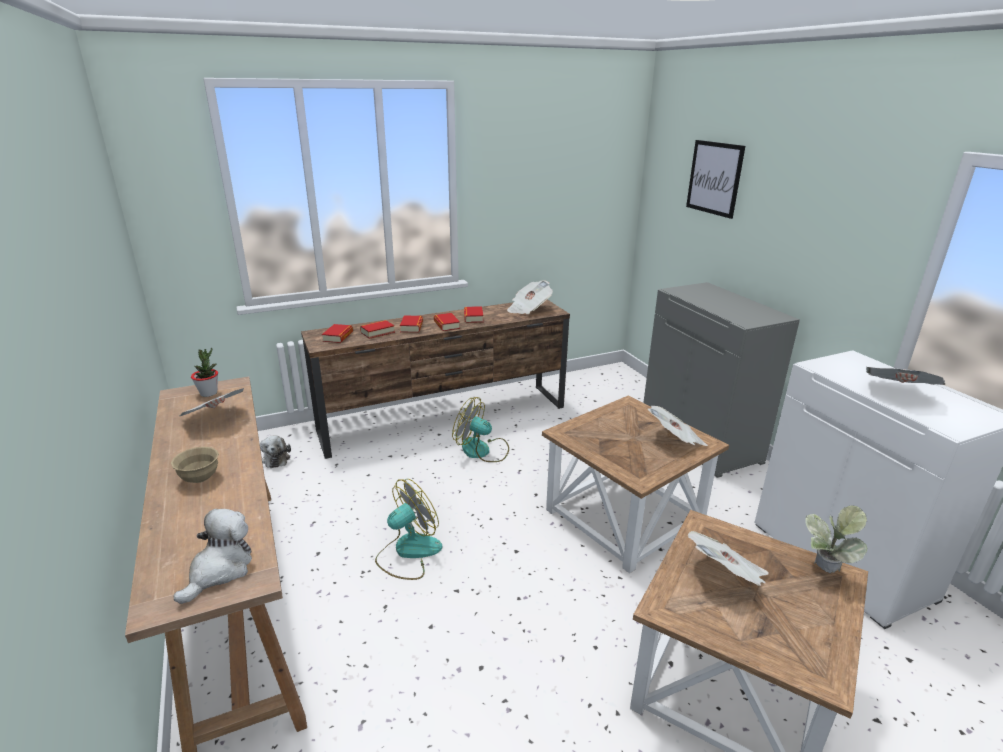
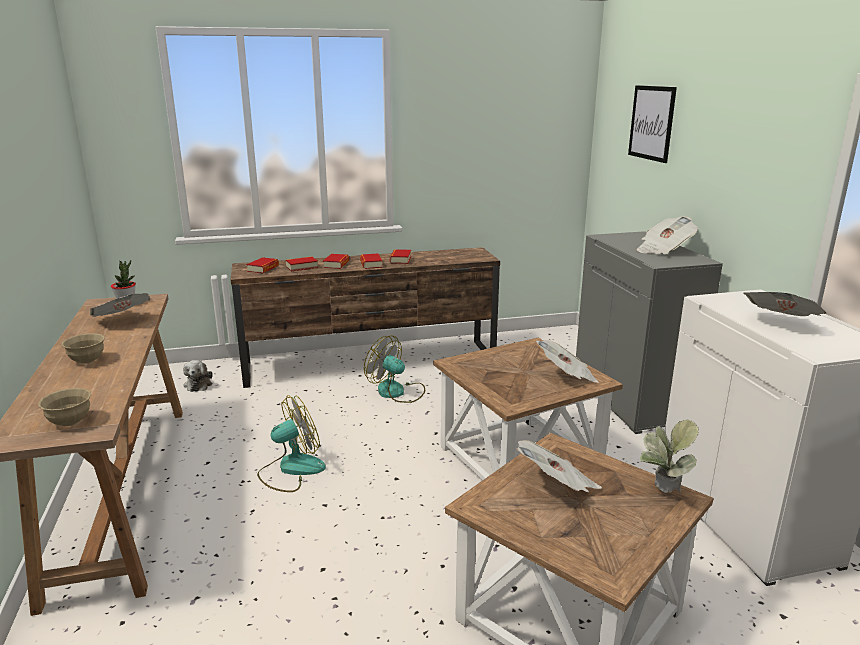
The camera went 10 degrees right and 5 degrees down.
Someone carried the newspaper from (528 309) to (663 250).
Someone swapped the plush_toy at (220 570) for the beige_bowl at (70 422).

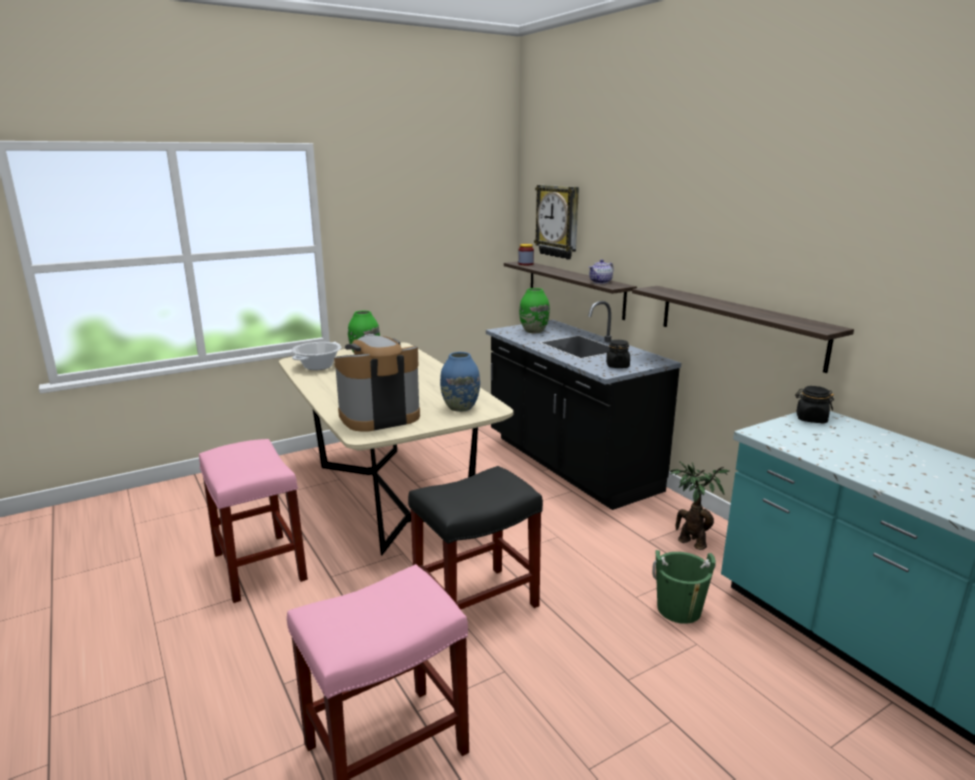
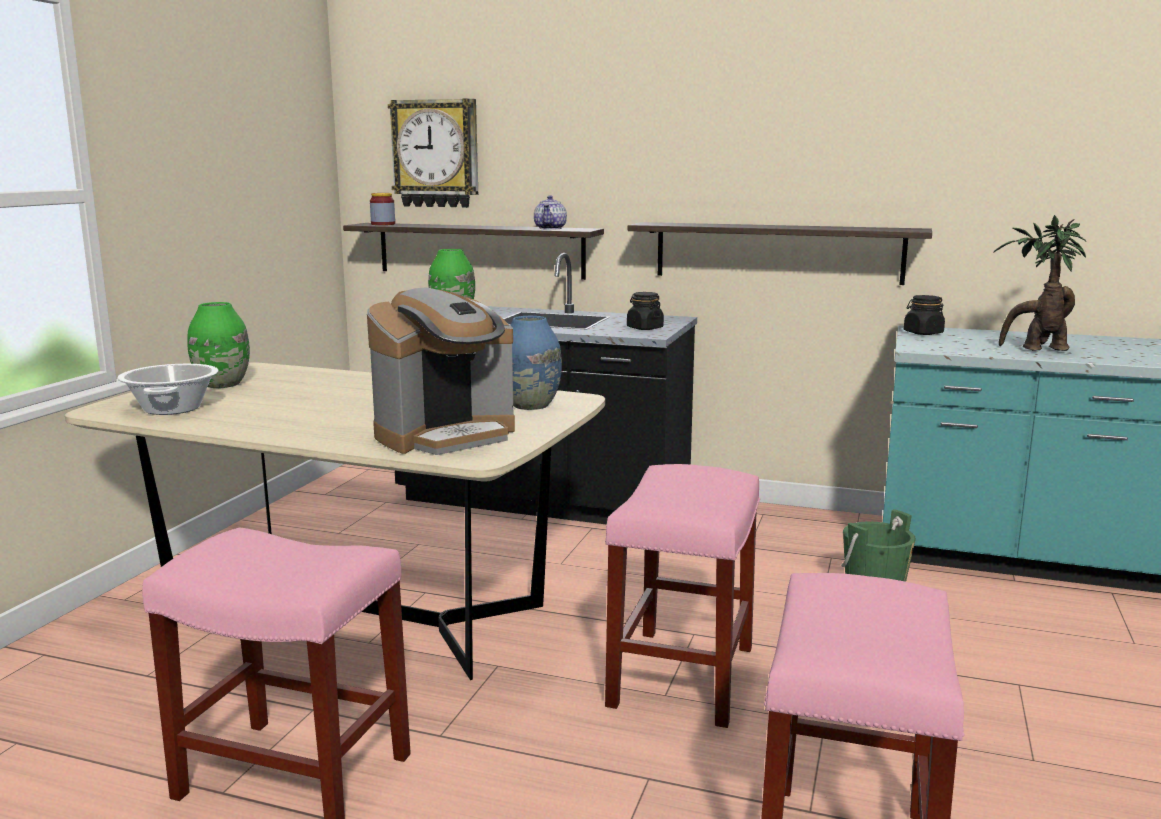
The camera went 40 degrees left and 5 degrees down.
Someone carried the potted_plant from (689 541) to (1037 349).
Someone repainted the black_stool at (475 604), which became the pink_stool at (682 677).
Someone rotated the coffee_machine at (379 416) by 150 degrees counterclockwise.

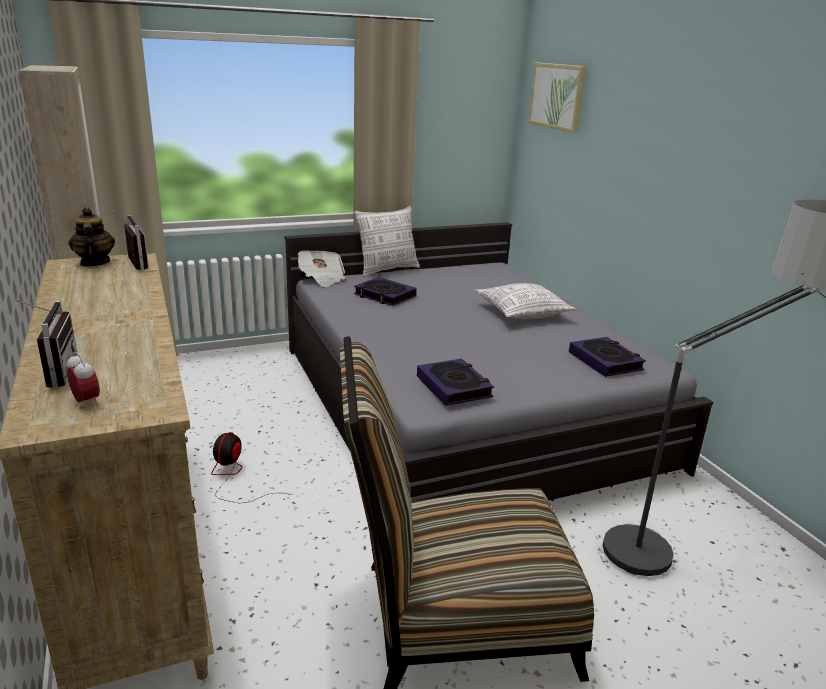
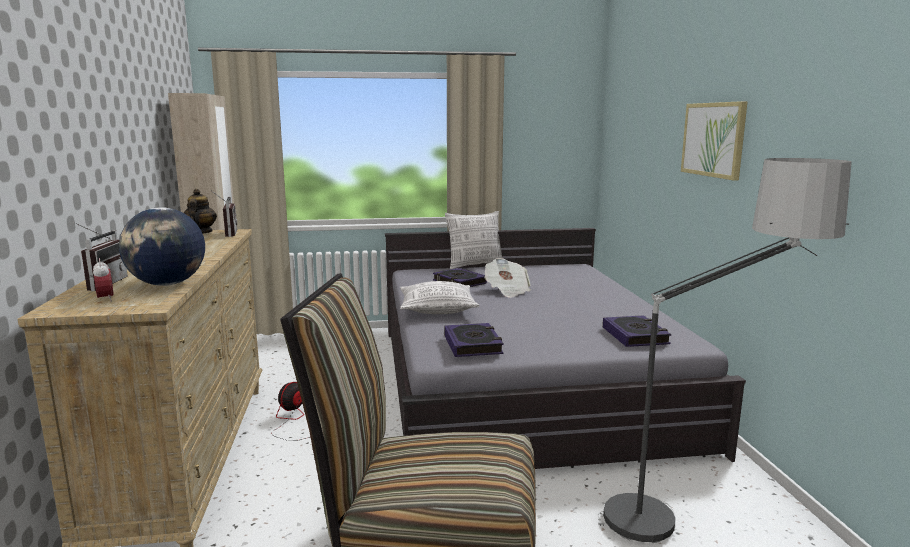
The camera went 15 degrees right and 10 degrees down.
Someone put down the globe at (168 284).
Someone carried the newspaper from (321 278) to (507 290).
Someone carried the pillow from (522 313) to (437 309).
Someone carried the picture from (557 96) to (713 139).

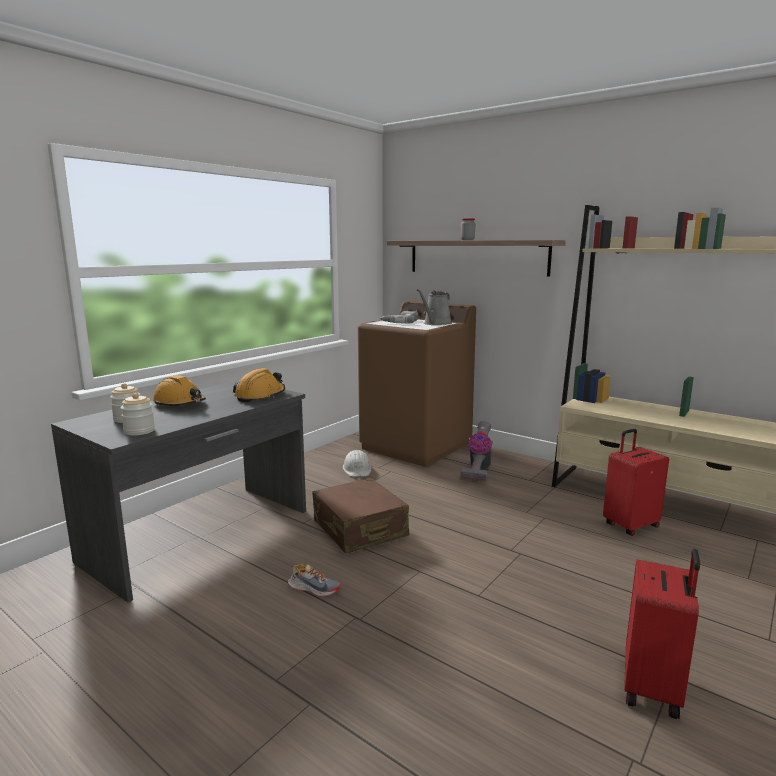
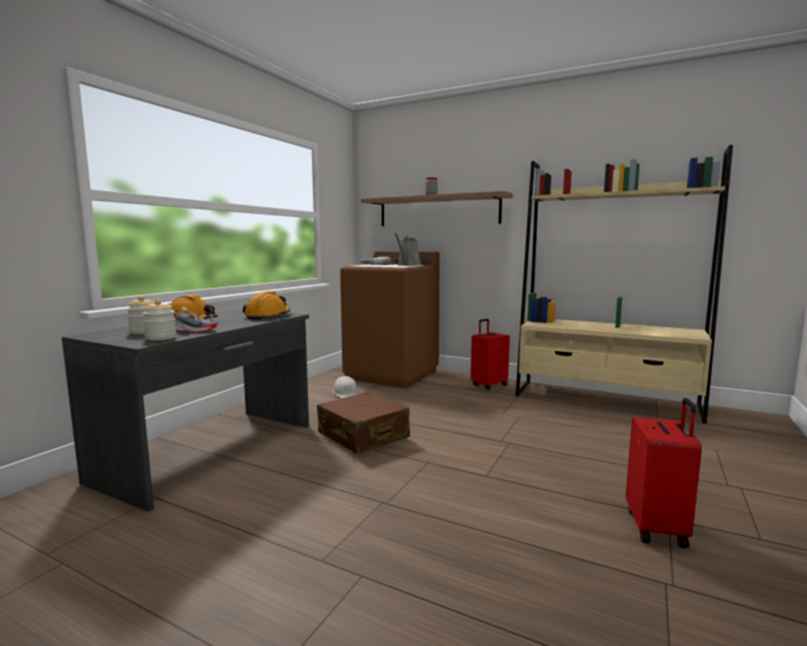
The camera went 10 degrees left and 5 degrees down.
Someone took away the vacuum_cleaner at (478 469).
Someone carried the shoe from (313 588) to (191 330).
Someone carried the red_suitcase from (630 525) to (488 385).

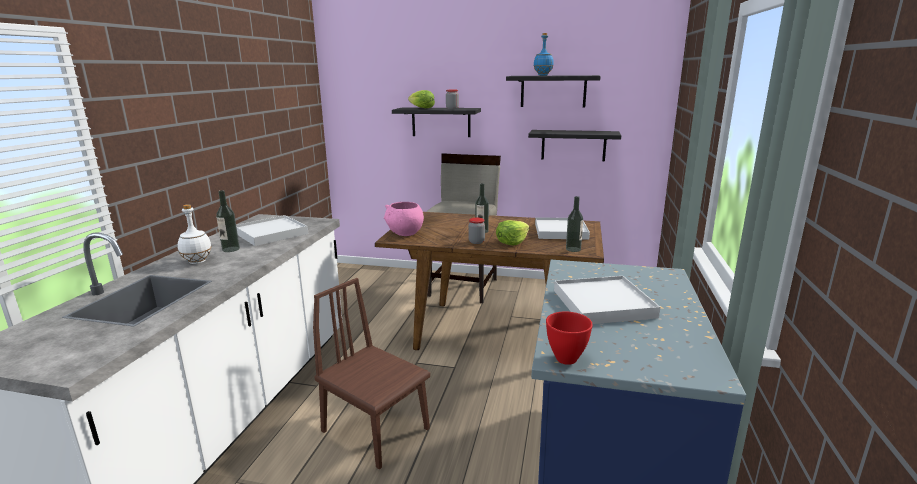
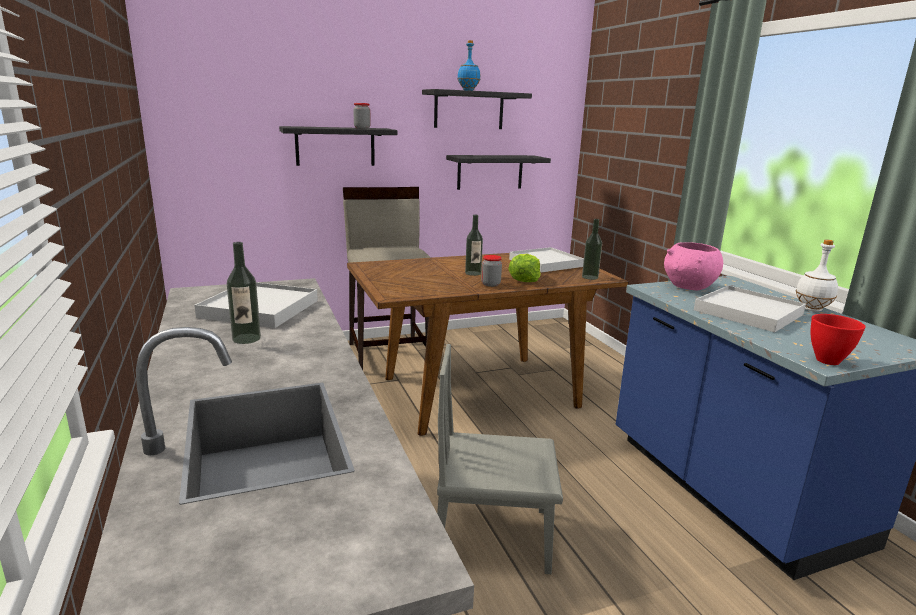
The camera went 35 degrees left and 0 degrees up.
Someone took away the lettuce at (421 108).
Someone carried the white_bottle from (197 262) to (811 309).
Someone carried the pink_bowl from (405 233) to (689 287).
Someone repainted the brown_chair at (375 430), which became the grey_chair at (493 536).

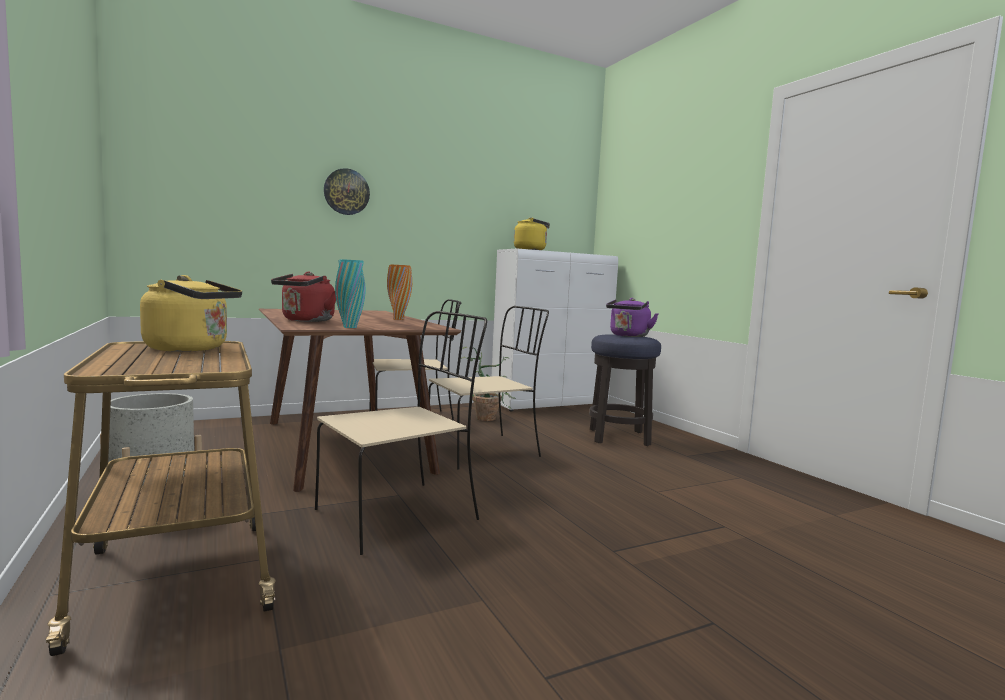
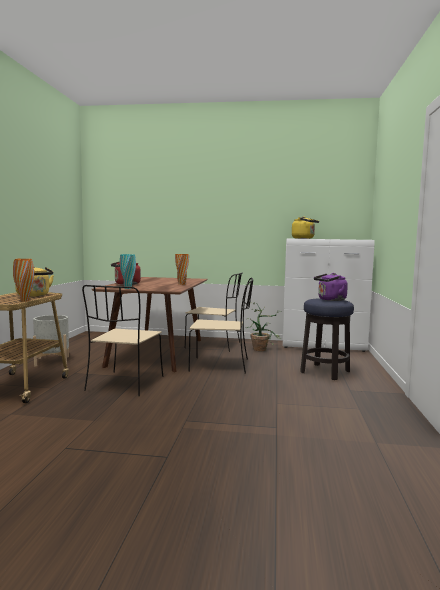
The camera went 35 degrees right and 0 degrees up.
Someone took away the wall_clock at (346 192).
Someone put down the orange_vase at (24 300).
Someone rotated the beige_chair at (400 514) by 105 degrees clockwise.

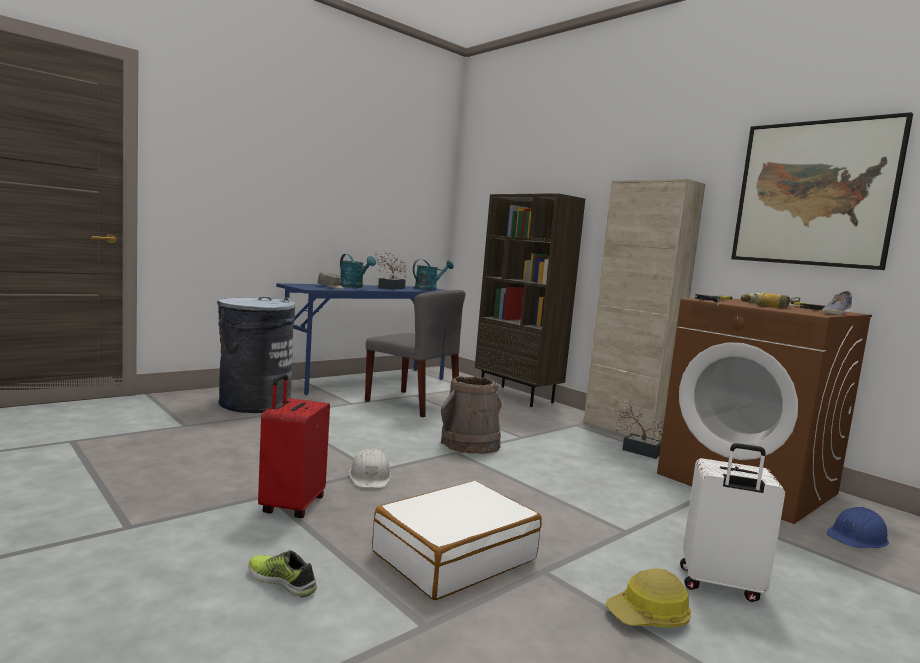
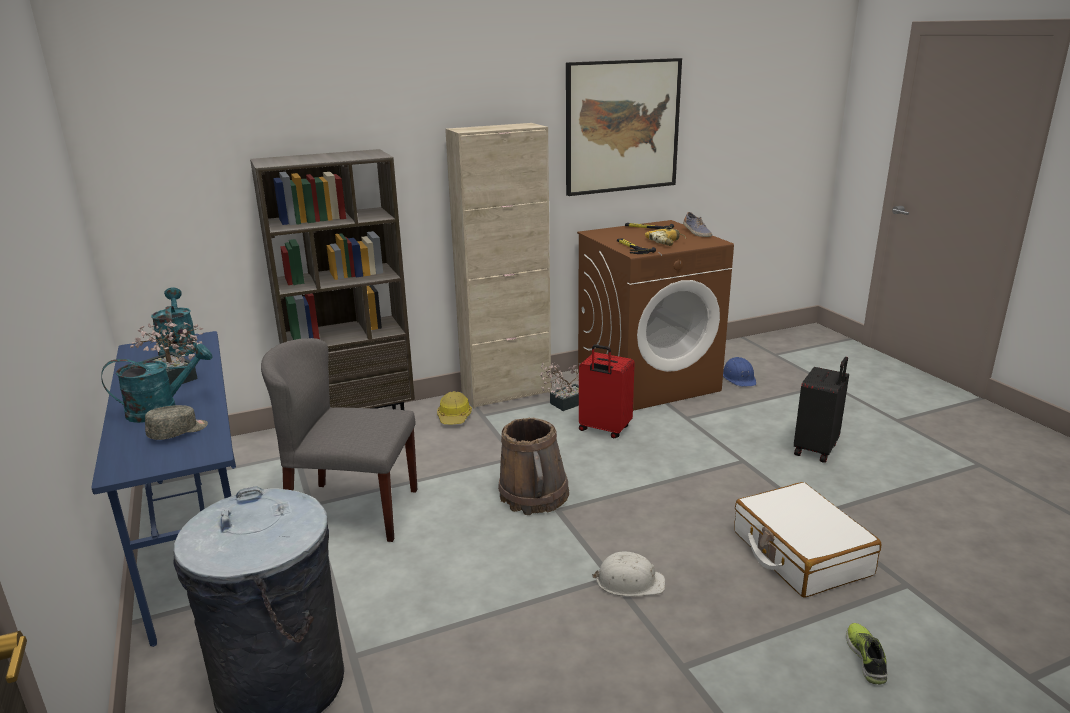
The camera went 70 degrees left and 15 degrees up.
Someone carried the red_suitcase from (291 506) to (604 429).
Someone carried the hard_hat from (649 616) to (454 417).
Someone repainted the white_suitcase at (720 585), which became the black_suitcase at (817 450).
Someone rotated the shoe at (283 581) by 135 degrees clockwise.
Someone rotated the grey_chair at (413 403) by 135 degrees counterclockwise.

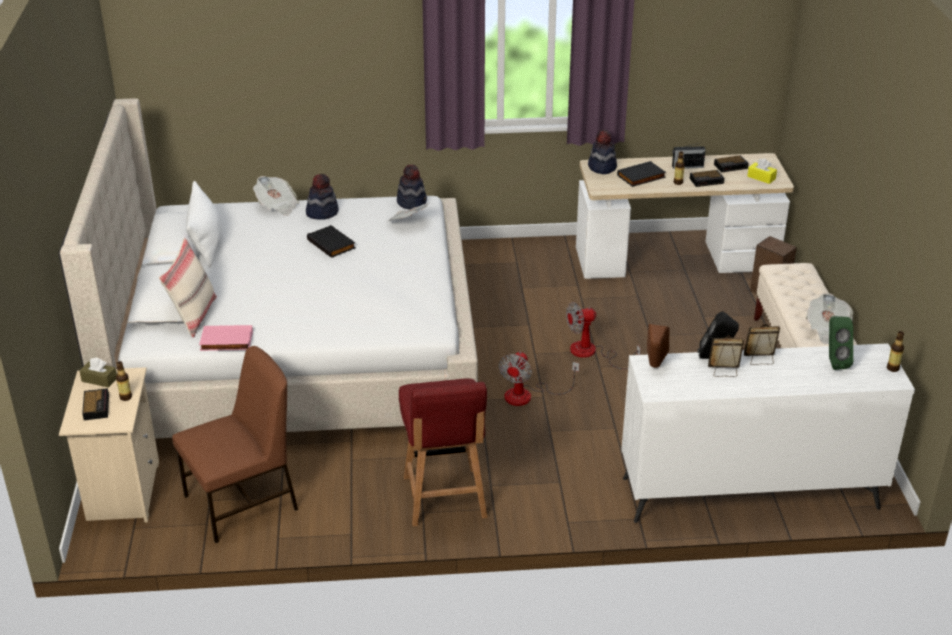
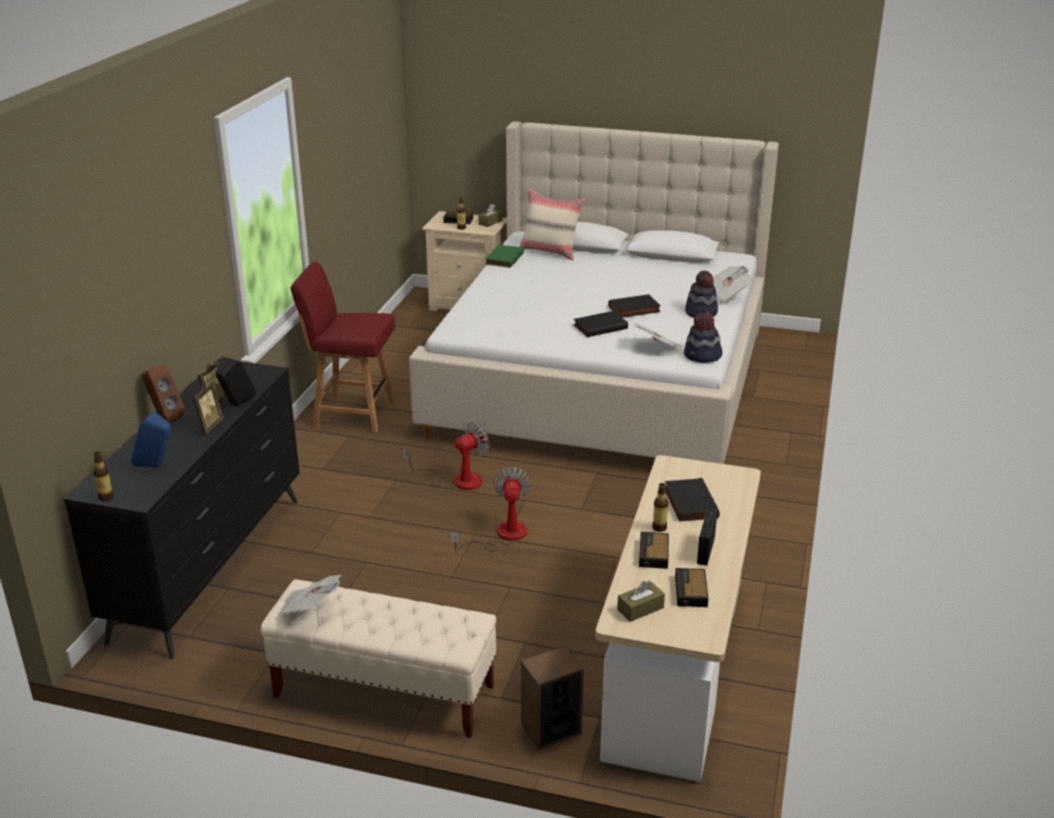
The camera went 110 degrees right and 5 degrees down.
Someone took away the brown_chair at (243 502).
Someone took away the white_pillow at (206 243).
Someone took away the hat at (602 167).
Someone put down the black_book at (600 326).
Someone carried the brown_speaker from (654 367) to (165 418).
Someone repainted the pink_book at (226 341), which became the green_book at (503 258).
Someone repainted the white_dresser at (748 492), which became the black_dresser at (210 567).
Someone repainted the yellow_tissue_box at (761 178), which became the brown_tissue_box at (640 609).
Someone repainted the green_speaker at (834 362), which became the blue_speaker at (156 466).
Someone rotated the fan at (527 395) by 105 degrees clockwise.

